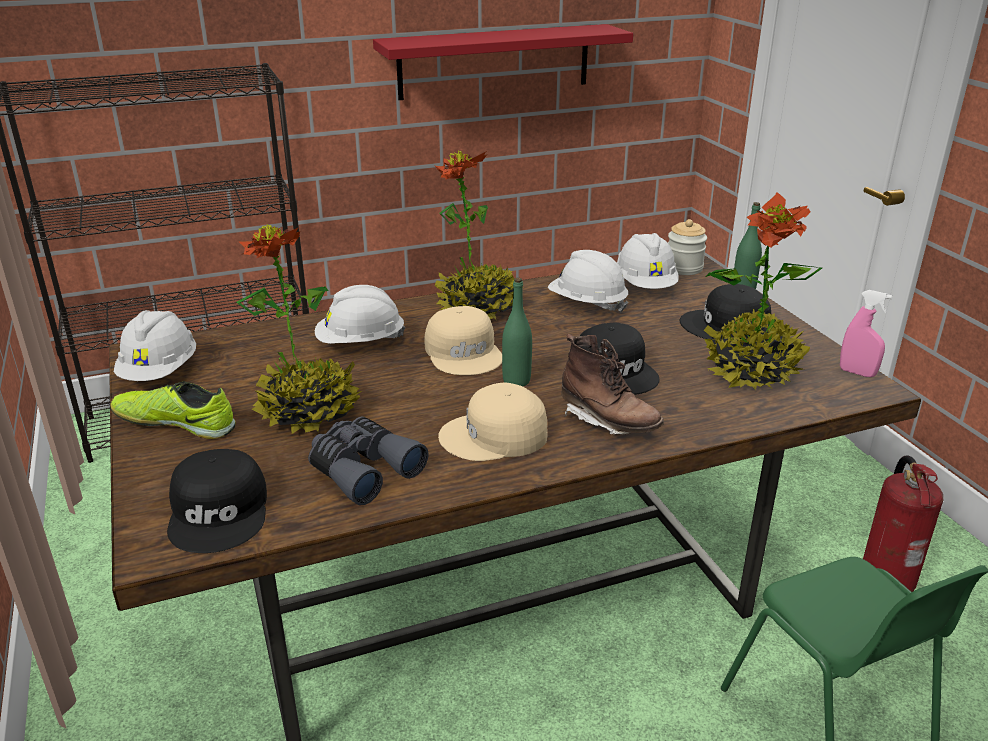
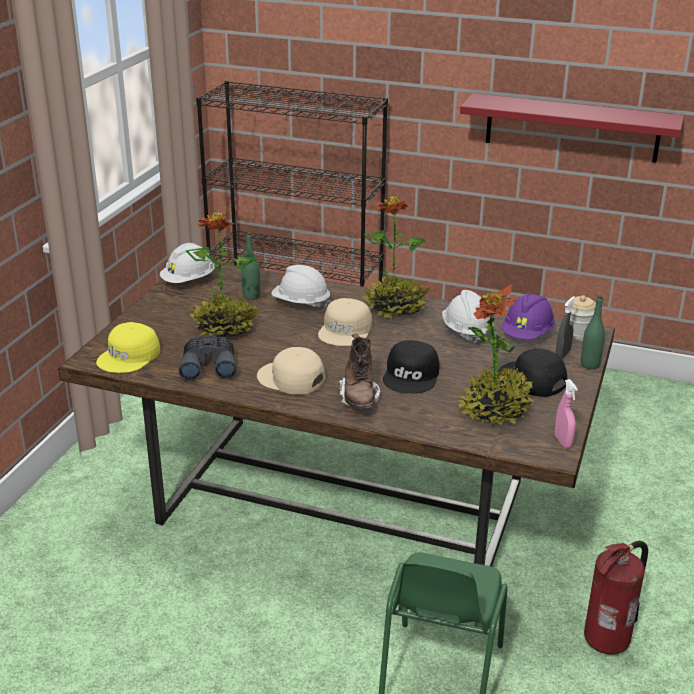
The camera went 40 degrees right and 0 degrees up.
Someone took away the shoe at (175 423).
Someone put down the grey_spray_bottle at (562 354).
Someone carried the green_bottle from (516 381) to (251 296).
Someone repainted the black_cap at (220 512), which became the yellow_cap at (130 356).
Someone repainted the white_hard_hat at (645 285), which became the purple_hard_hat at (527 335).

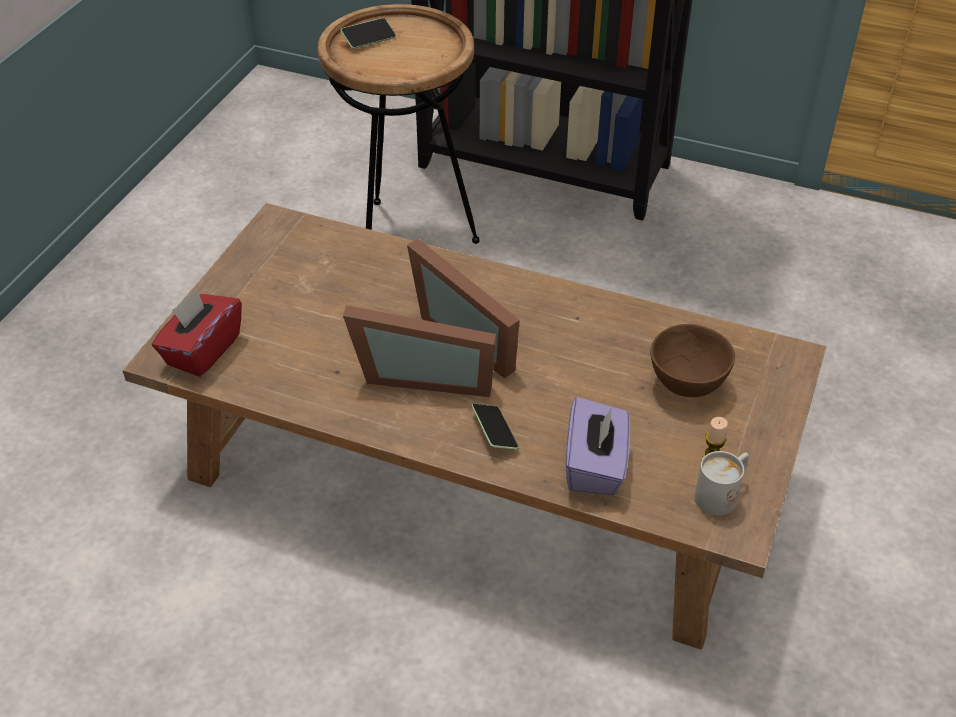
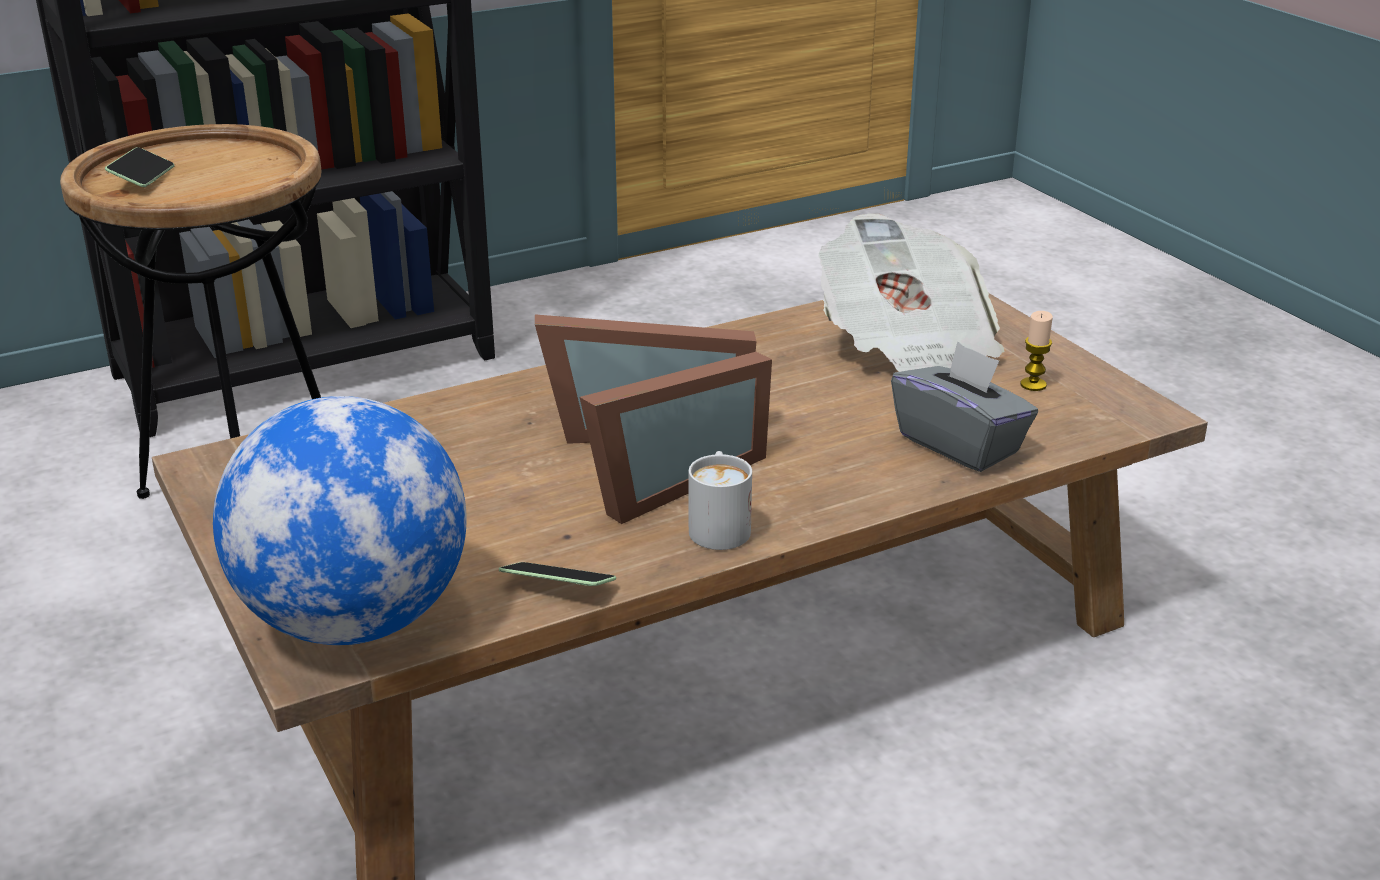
The camera went 50 degrees left and 15 degrees down.
Someone carried the phone from (494 433) to (558 587).
Someone carried the white_mug from (722 494) to (719 525).
Someone swapped the red_tissue_box at (202 350) for the globe at (355 621).
Someone swapped the brown_bowl at (686 385) for the newspaper at (907 350).
Someone repainted the purple_tissue_box at (595 466), which became the grey_tissue_box at (960 444).

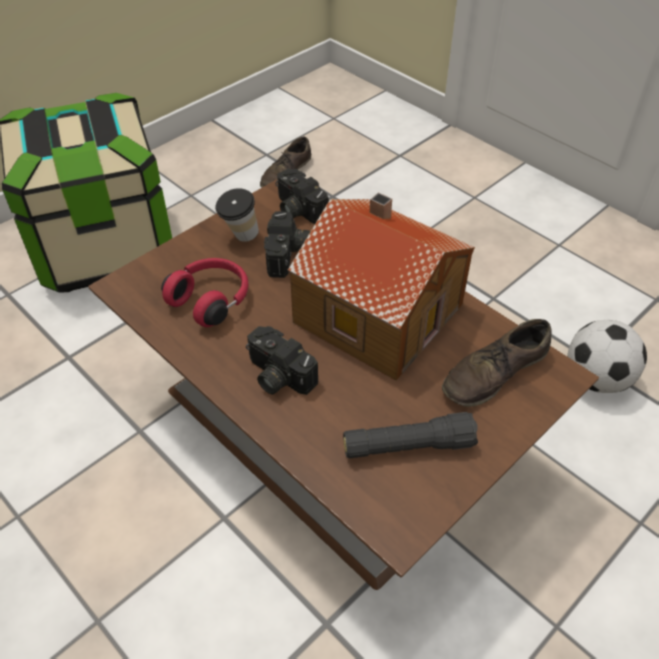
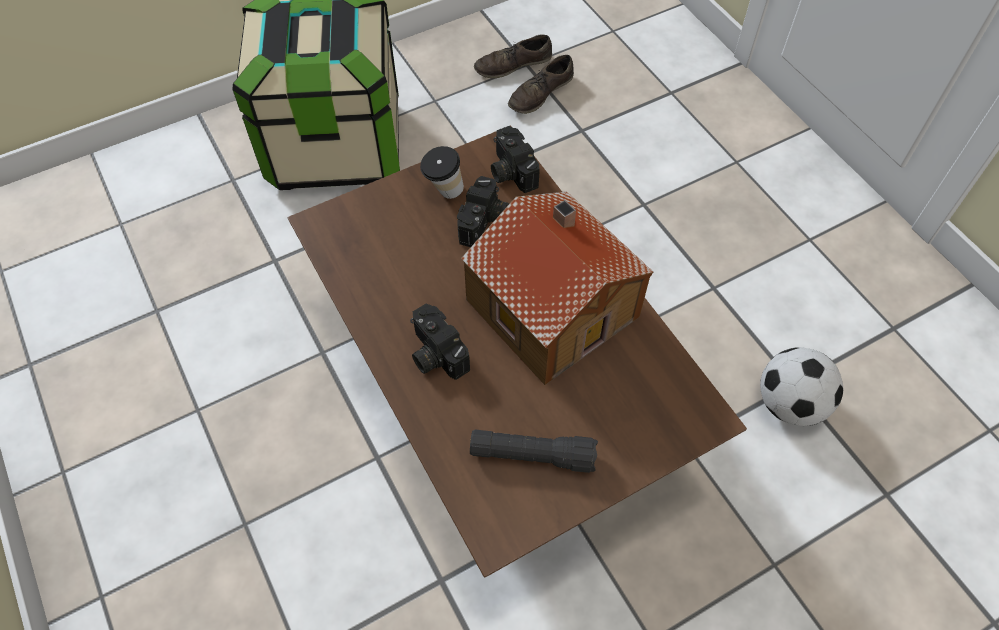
The camera went 15 degrees right and 10 degrees up.
Someone took away the red_headphones at (211 300).
Someone carried the brown_shoe from (494 373) to (512 64).

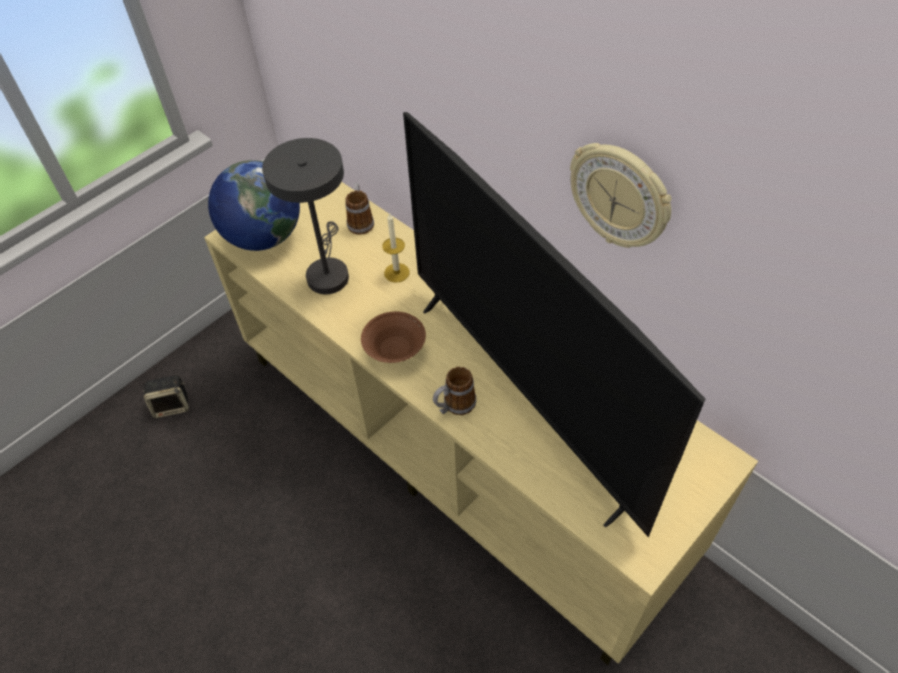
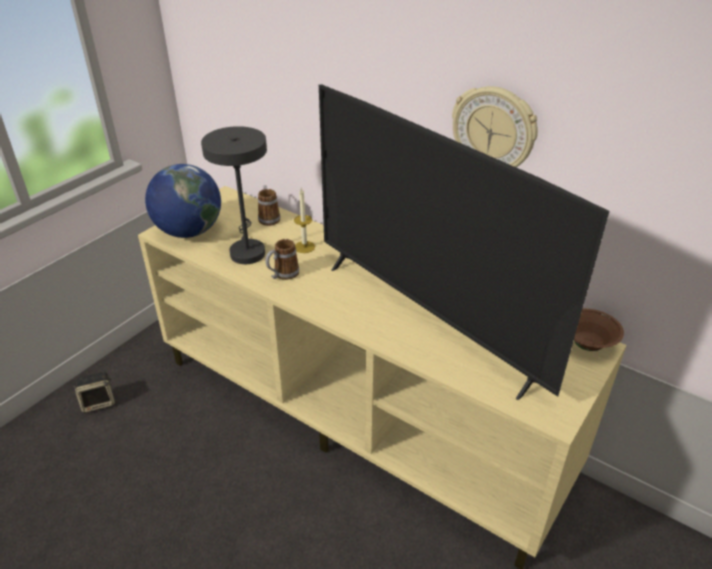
The camera went 10 degrees left and 15 degrees down.
Someone carried the brown_bowl from (395 351) to (587 344).
Someone carried the mug from (454 406) to (282 275).

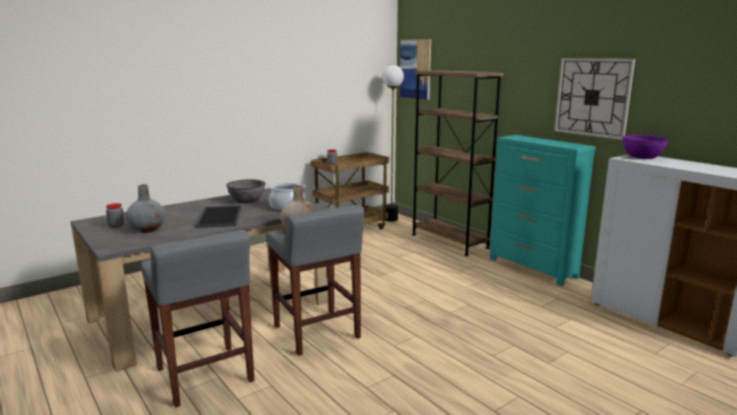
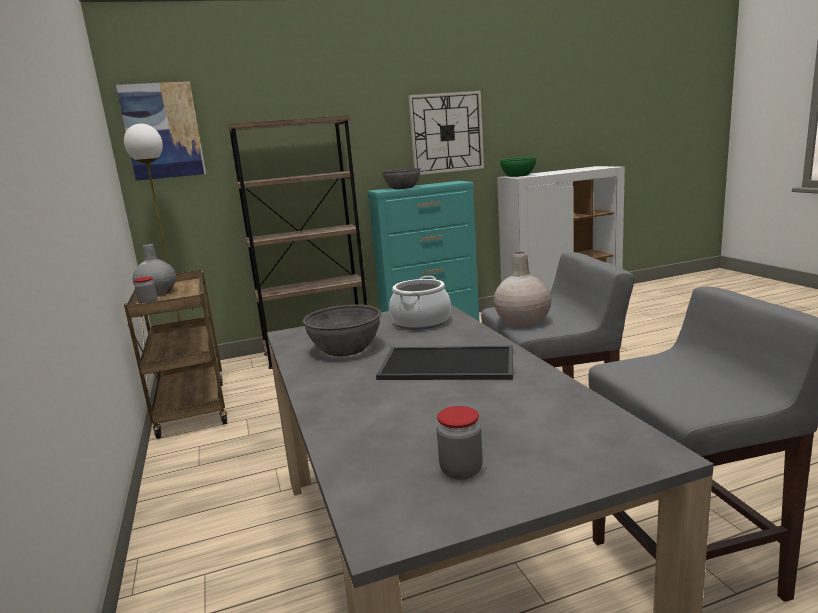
The camera went 70 degrees left and 0 degrees up.
Someone put down the grey_bowl at (402 188).
Someone carried the grey_vase from (147 229) to (157 293).
Someone repainted the purple_bowl at (642 156), which became the green_bowl at (518 175).

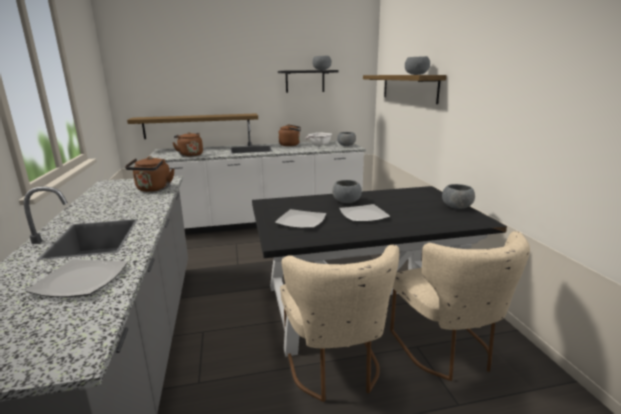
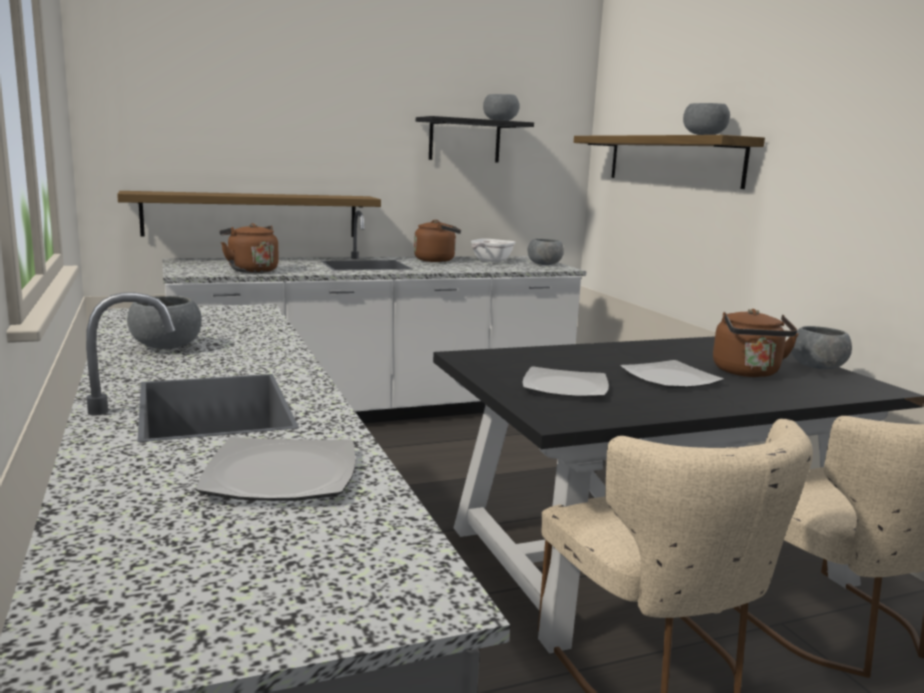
The camera went 10 degrees left and 5 degrees down.
Someone carried the brown_kettle from (153 189) to (748 373).
Someone carried the grey_bowl from (346 202) to (165 347).

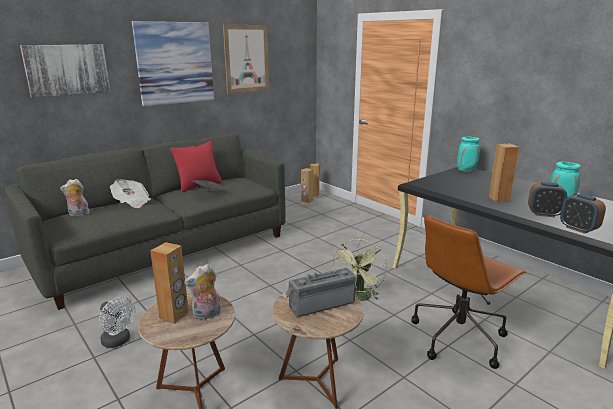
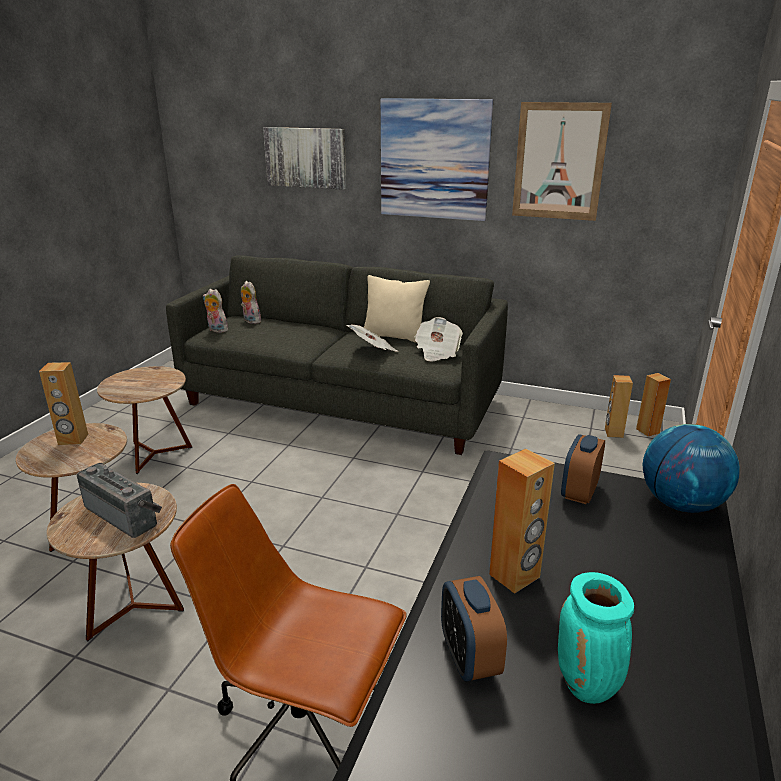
The camera went 60 degrees right and 5 degrees up.
Someone took away the green_fan at (359 298).
Someone carried the newspaper from (132 202) to (437 352).
Someone carried the plush_toy from (206 315) to (216 330).
Someone carried the alarm_clock from (578 229) to (579 493).
Someone swapped the white_fan at (118 341) for the brown_side_table at (155 454).
Someone swapped the turquoise_vase at (466 170) for the globe at (681 504).
Someone repainted the red_pillow at (199 186), which became the beige_pillow at (394 337).

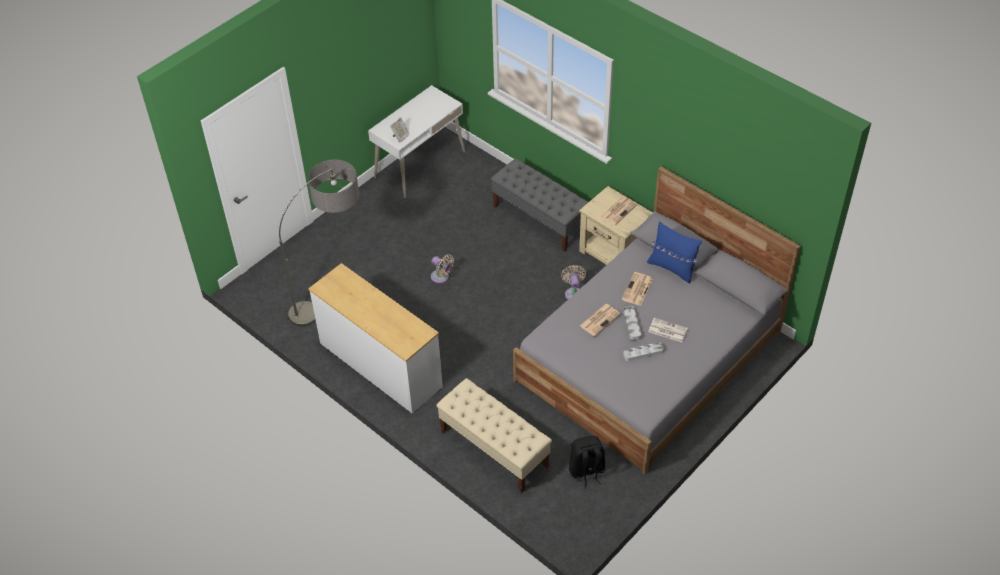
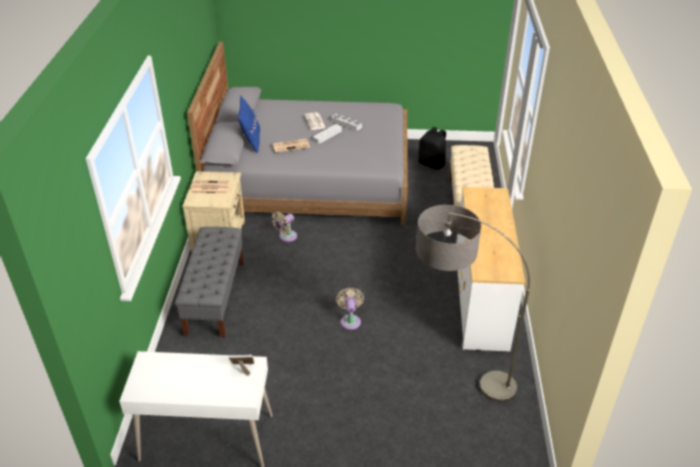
The camera went 130 degrees left and 10 degrees down.
Someone took away the newspaper at (600 319).

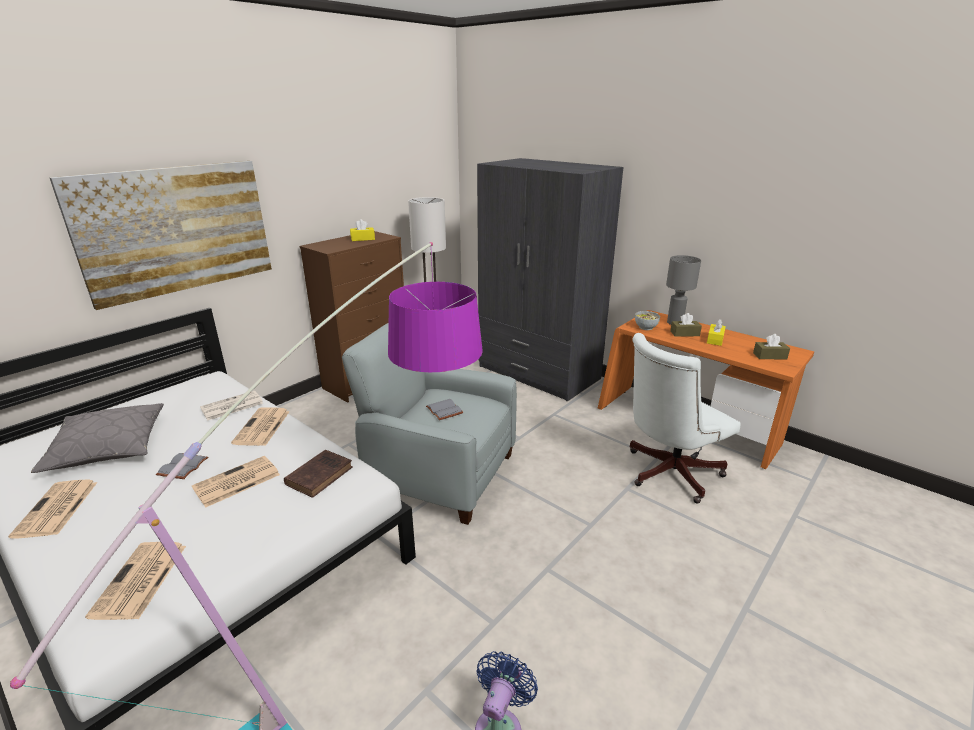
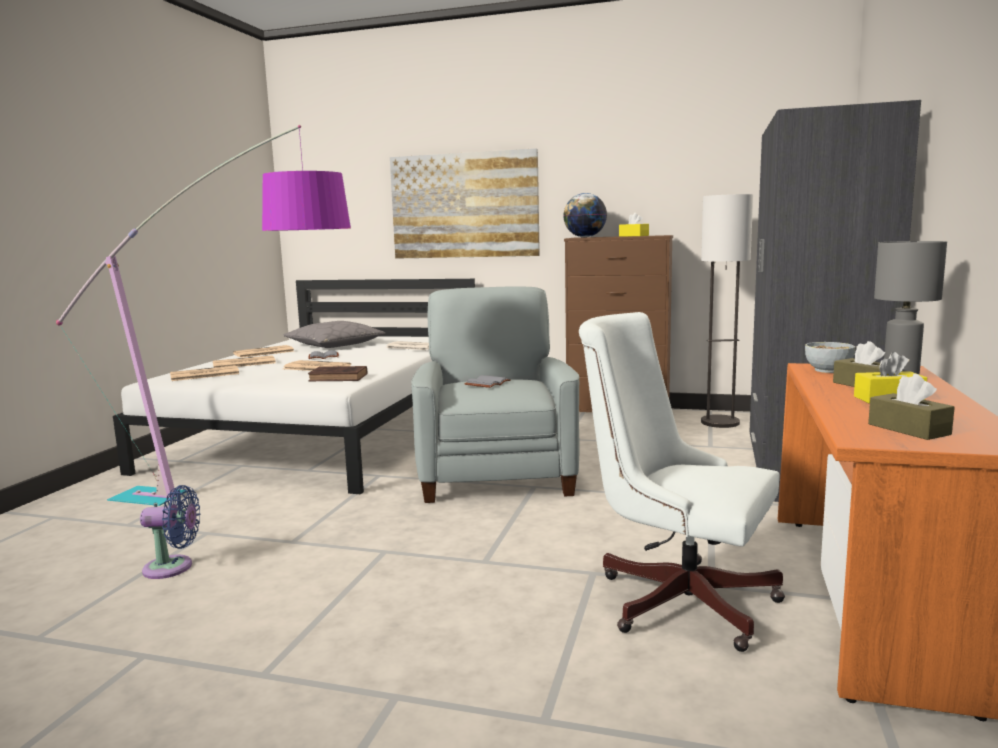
The camera went 65 degrees right and 15 degrees down.
Someone put down the globe at (584 237).
Someone carried the newspaper from (262 428) to (243 363).

